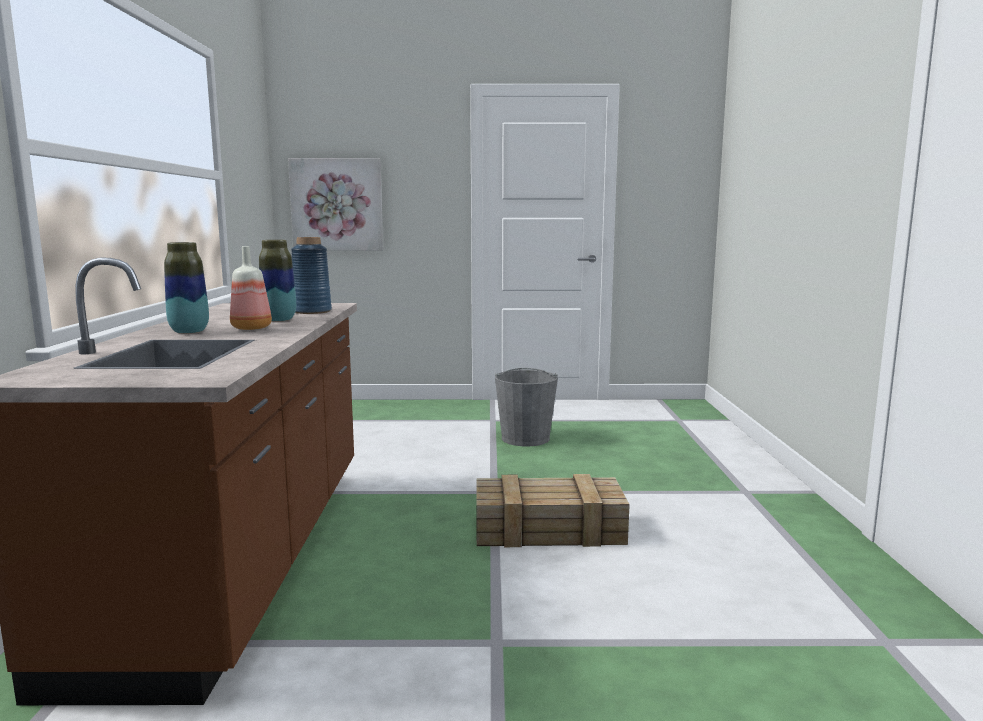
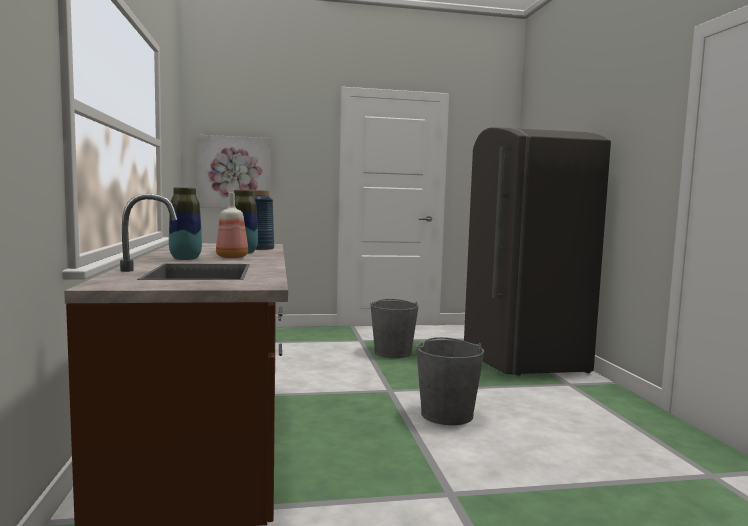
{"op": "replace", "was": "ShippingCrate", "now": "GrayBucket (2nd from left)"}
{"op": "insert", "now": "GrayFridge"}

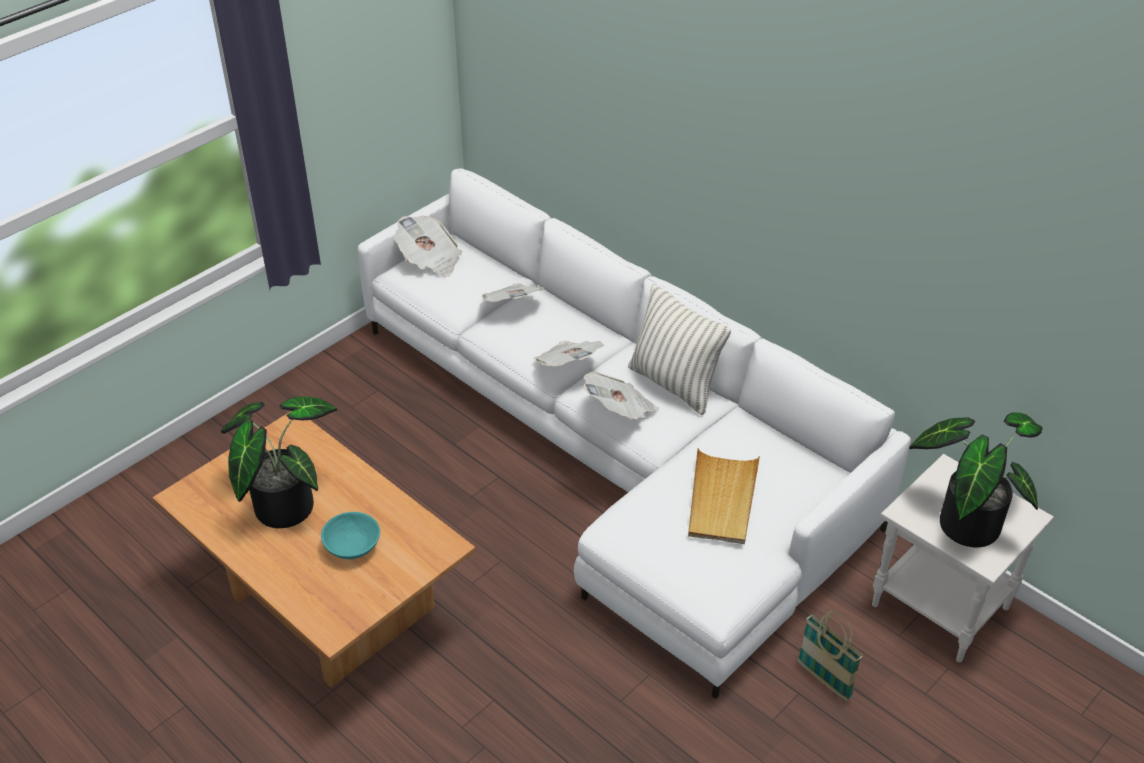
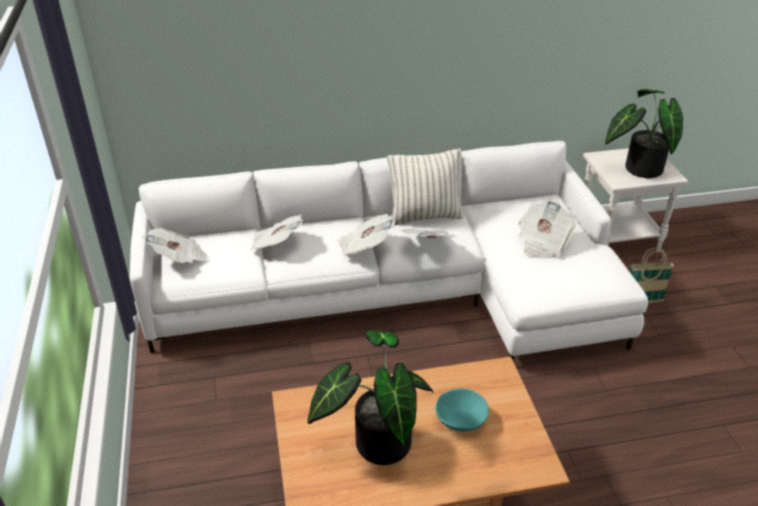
{"op": "replace", "was": "BeigeColouredCarryingTray", "now": "PrintedPaper (5th from left)"}

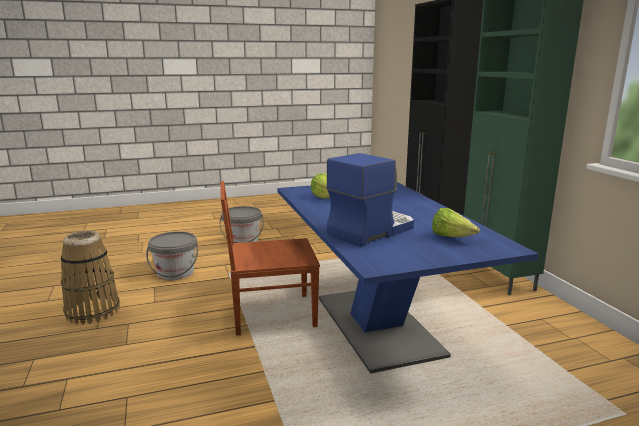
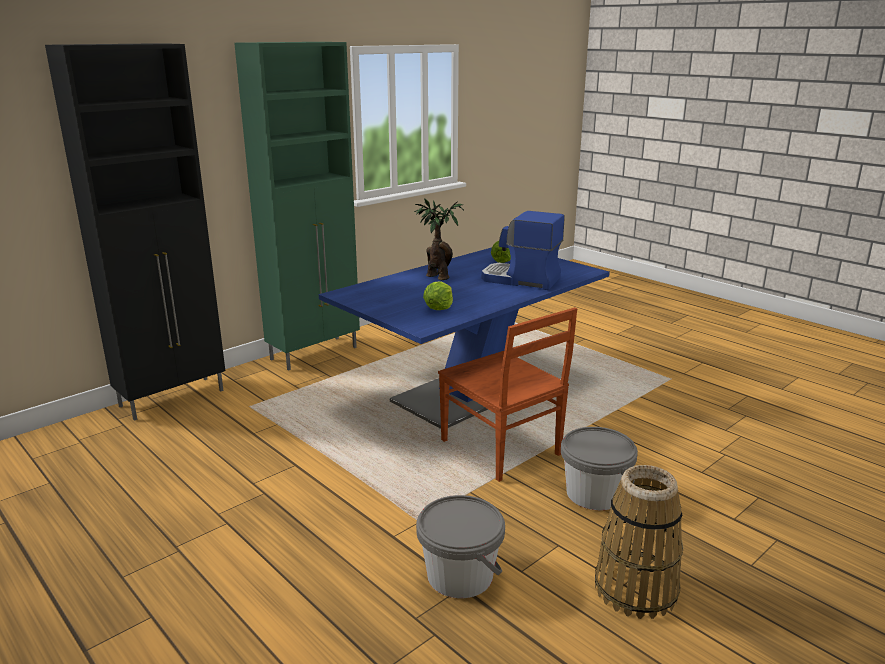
{"op": "insert", "now": "PottedPlant"}
{"op": "move", "was": "GrayBucket (2nd from left)"}

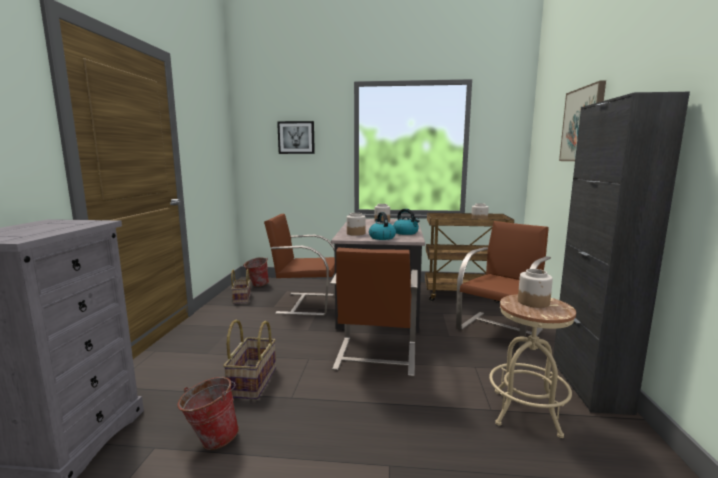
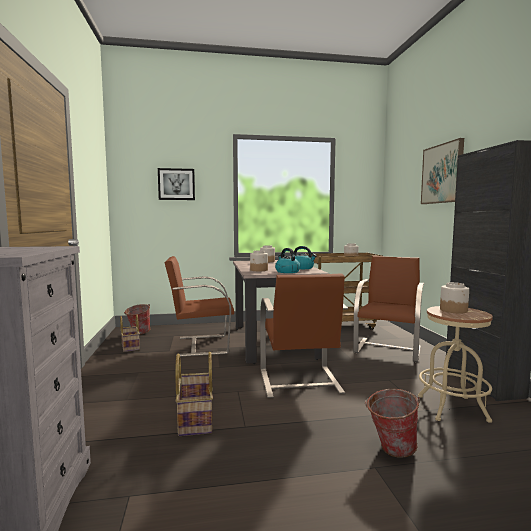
{"op": "move", "was": "Bucket (1st from left in the first image)", "now": "Bucket (2nd from left)"}

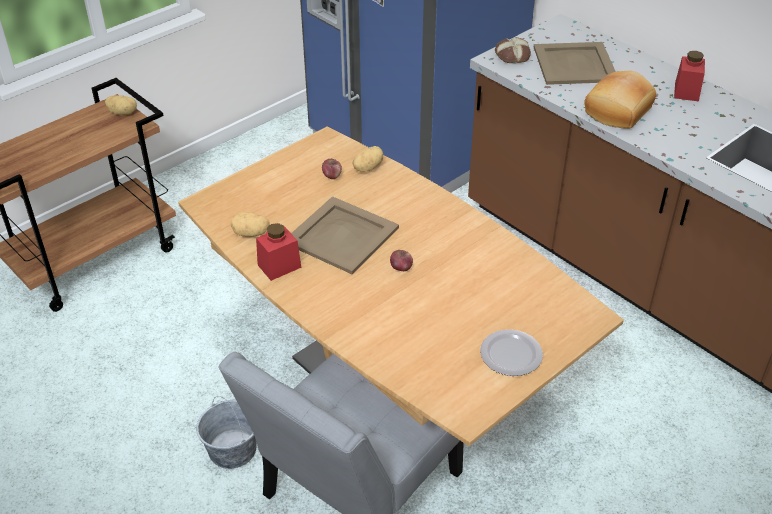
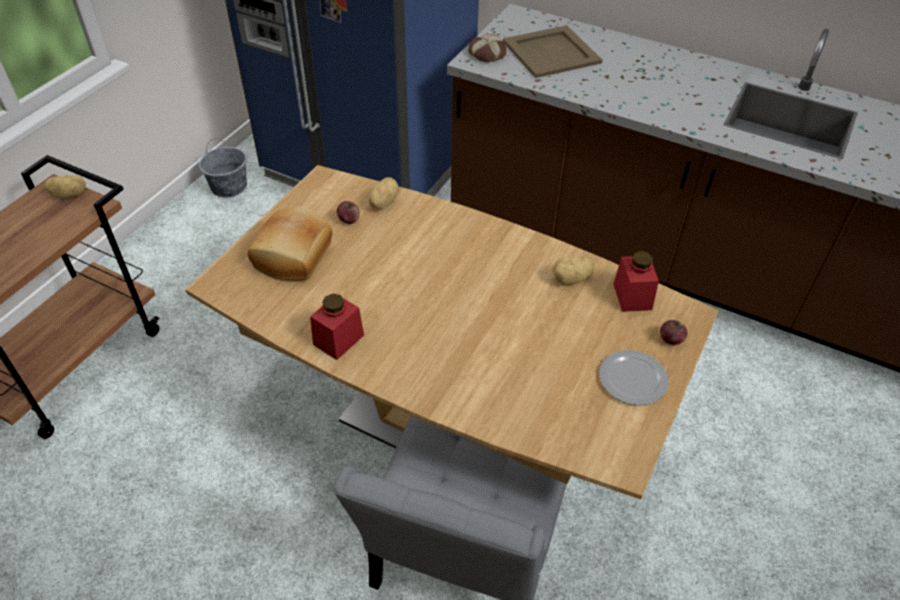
{"op": "move", "was": "GrayBucket"}
{"op": "move", "was": "Bread (2nd from left in the first image)", "now": "Bread (1st from left)"}
{"op": "move", "was": "WholePotato (2nd from left in the first image)", "now": "WholePotato (3rd from left)"}
{"op": "move", "was": "RedColouredStorageJar (2nd from left)"}
{"op": "move", "was": "WholeApple (2nd from left)"}
{"op": "delete", "was": "BeigeColouredCarryingTray (1st from left)"}

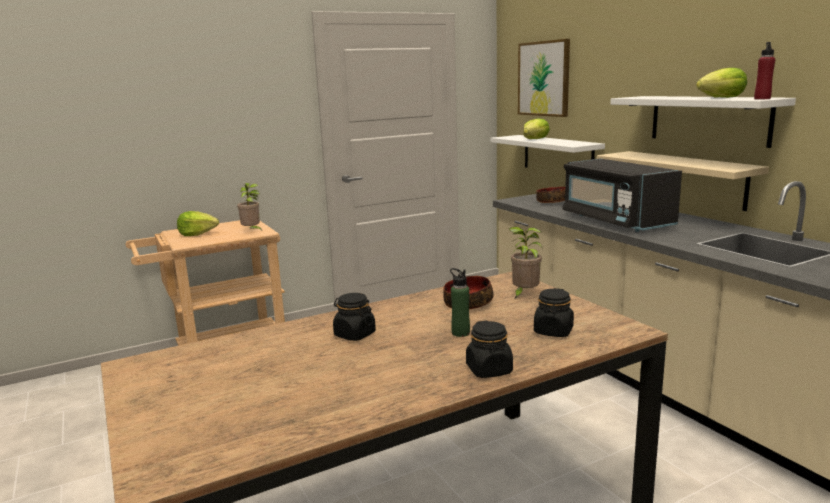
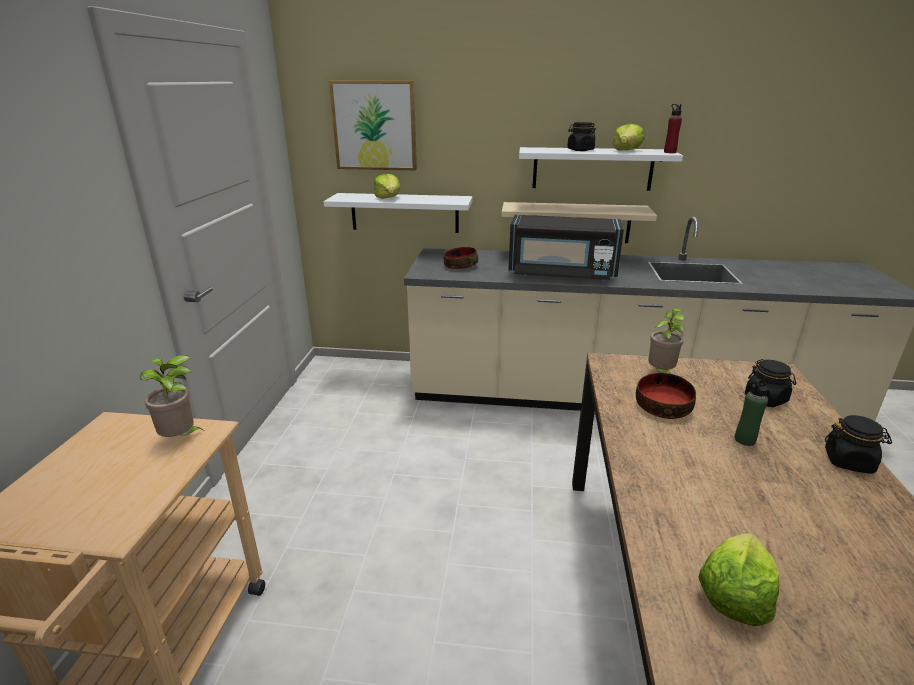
{"op": "move", "was": "BlackStorageJar (1st from left)"}
{"op": "move", "was": "HeadOfLettuce (1st from left in the first image)", "now": "HeadOfLettuce (3rd from left)"}

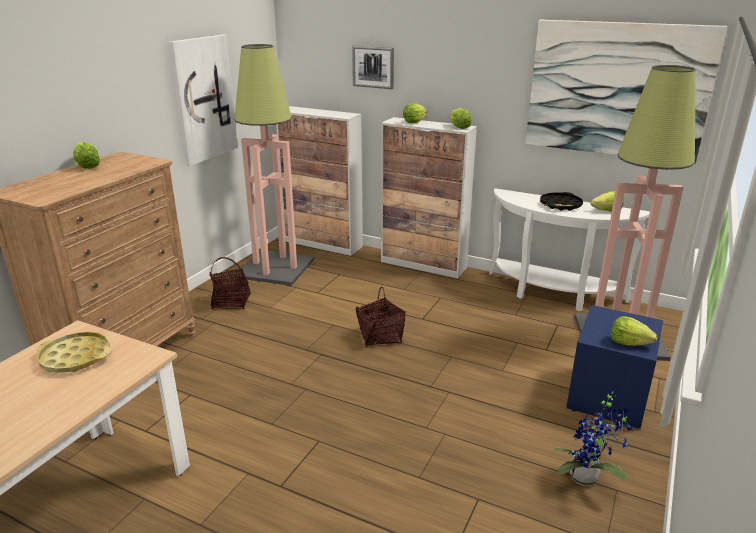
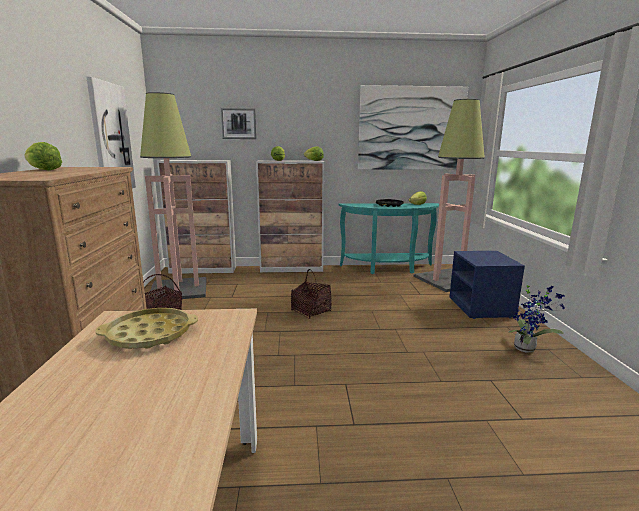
{"op": "recolor", "was": "WhiteNarrowTable", "now": "BlueGreenNarrowTable"}
{"op": "delete", "was": "HeadOfLettuce (5th from left)"}

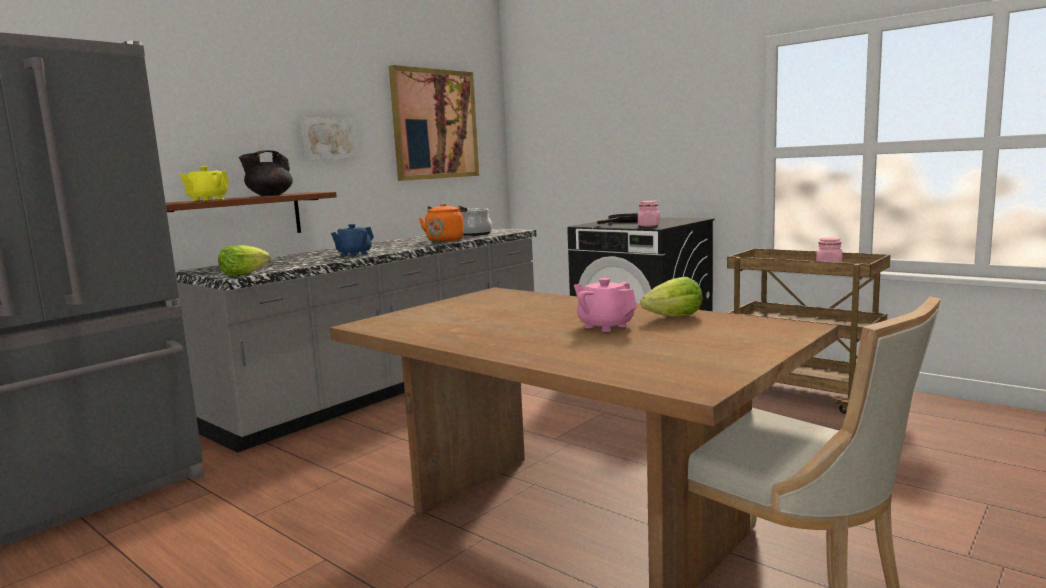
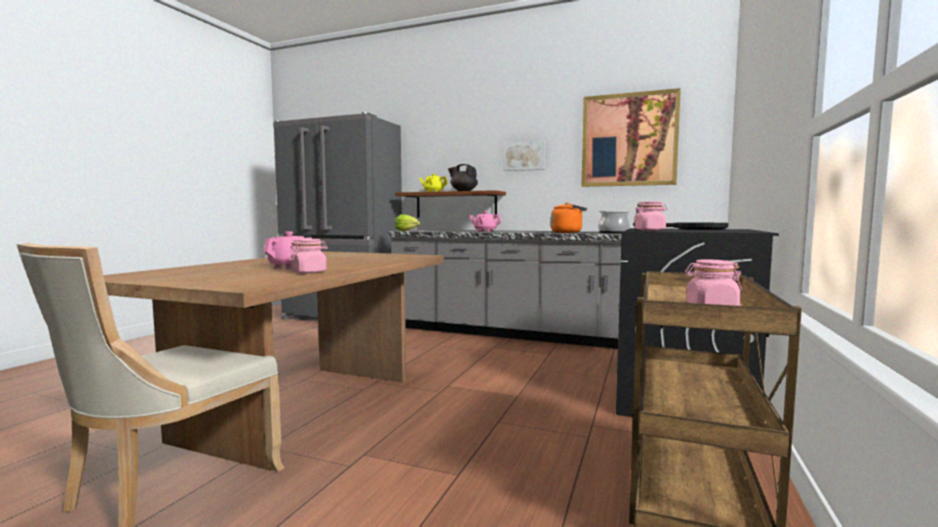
{"op": "replace", "was": "HeadOfLettuce (2nd from left)", "now": "PinkColouredStorageJar (1st from left)"}
{"op": "recolor", "was": "BluePotForTea", "now": "PinkColouredPotForTea (2nd from left)"}

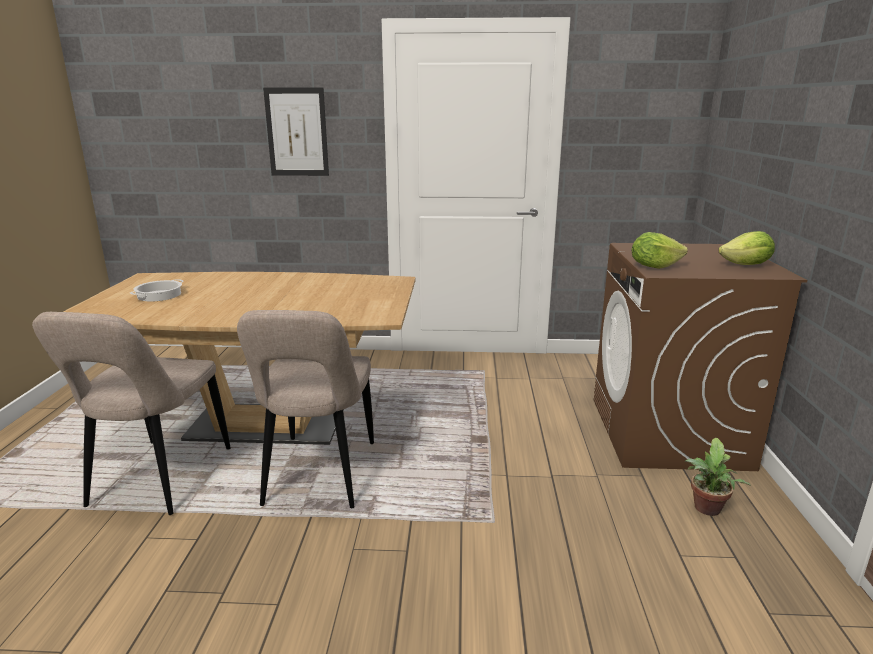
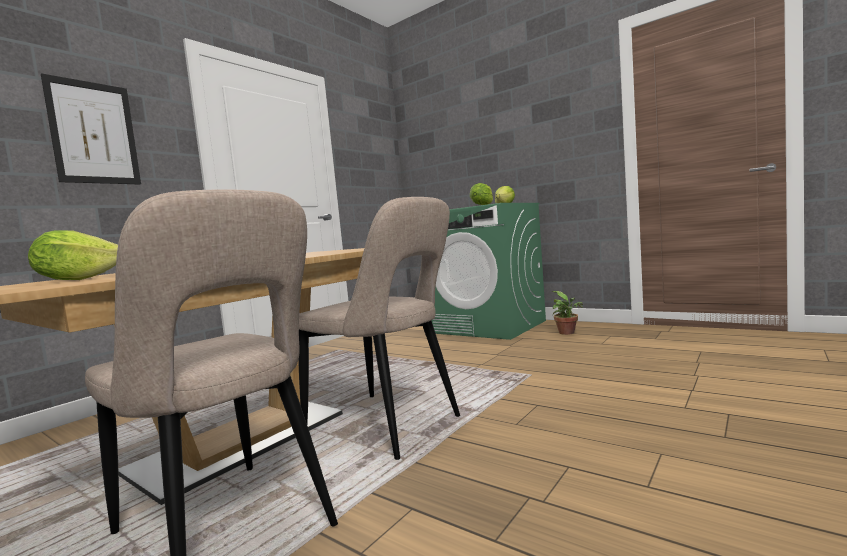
{"op": "replace", "was": "CookingPot", "now": "HeadOfLettuce (1st from left)"}
{"op": "recolor", "was": "BrownishWashingMachine", "now": "GreenColouredWashingMachine"}

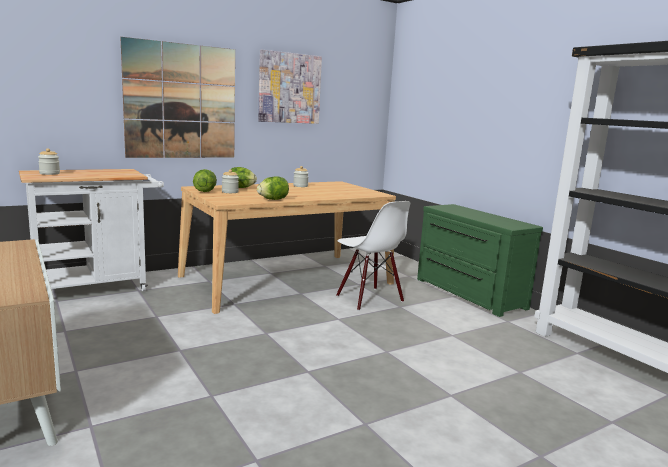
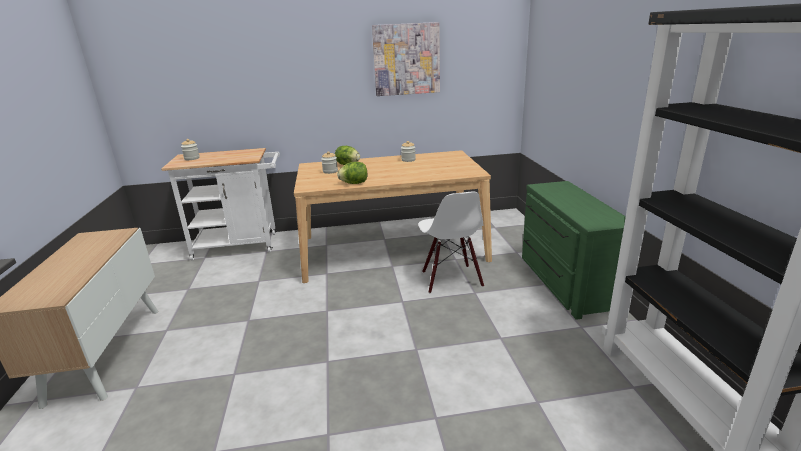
{"op": "delete", "was": "WallPicture (1st from left)"}
{"op": "delete", "was": "HeadOfLettuce (1st from left)"}

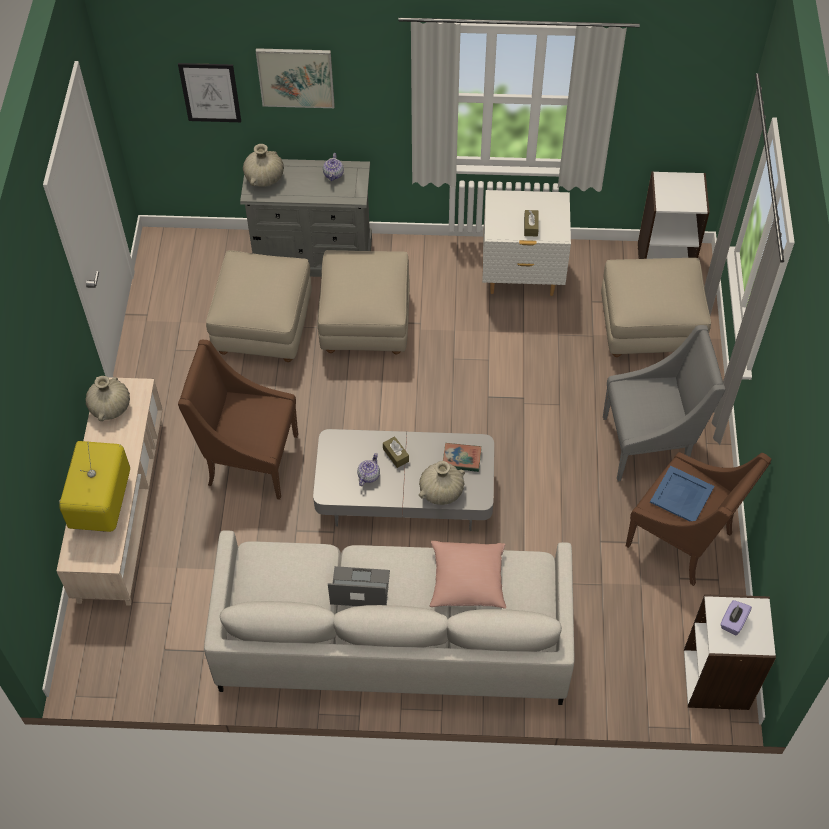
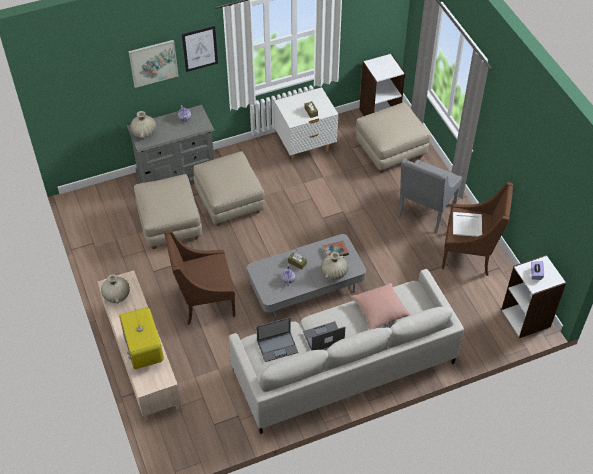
{"op": "move", "was": "WallPicture (1st from left in the first image)", "now": "WallPicture (2nd from left)"}
{"op": "insert", "now": "NotebookComputer (1st from left)"}
{"op": "rotate", "was": "GrayLoungeChair", "clockwise": 150}
{"op": "recolor", "was": "BlueCarryingTray", "now": "WhiteCarryingTray"}

